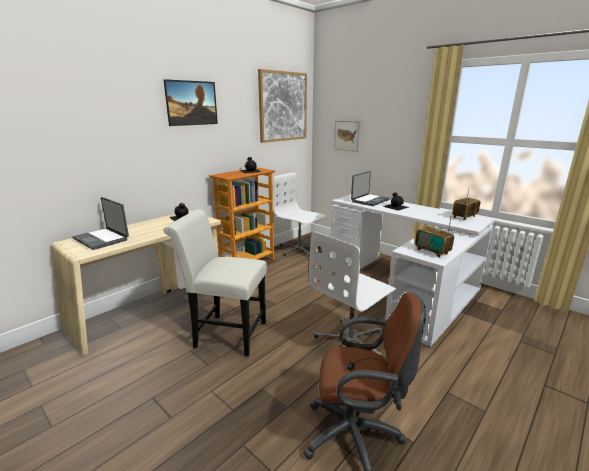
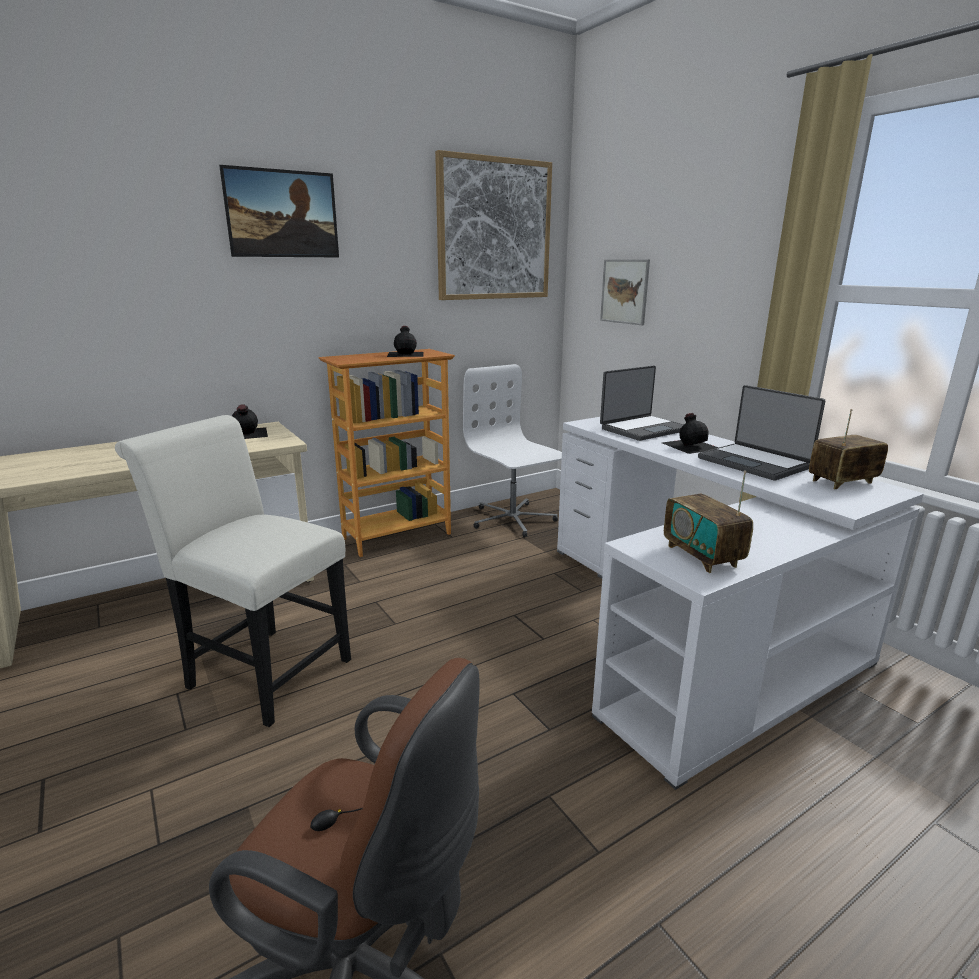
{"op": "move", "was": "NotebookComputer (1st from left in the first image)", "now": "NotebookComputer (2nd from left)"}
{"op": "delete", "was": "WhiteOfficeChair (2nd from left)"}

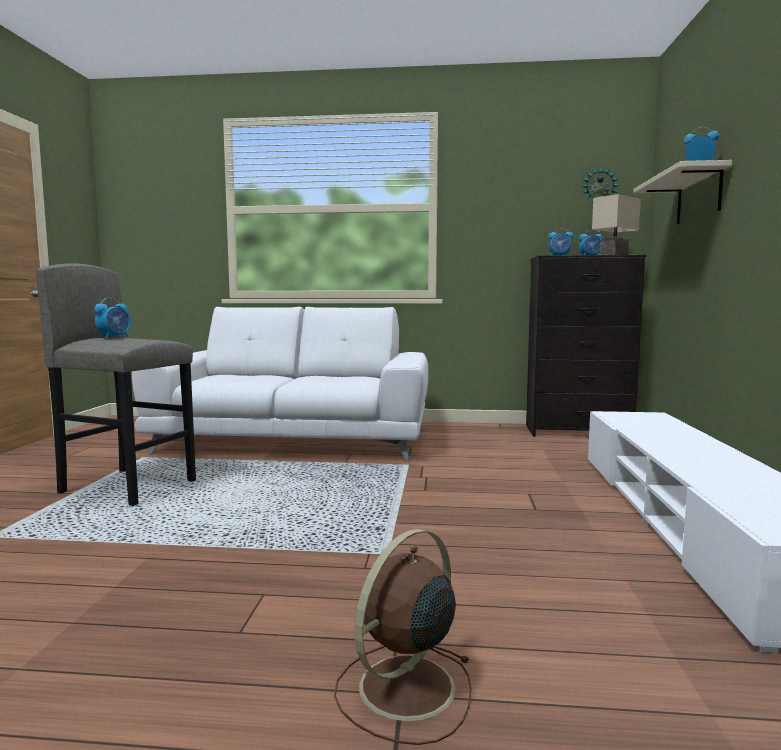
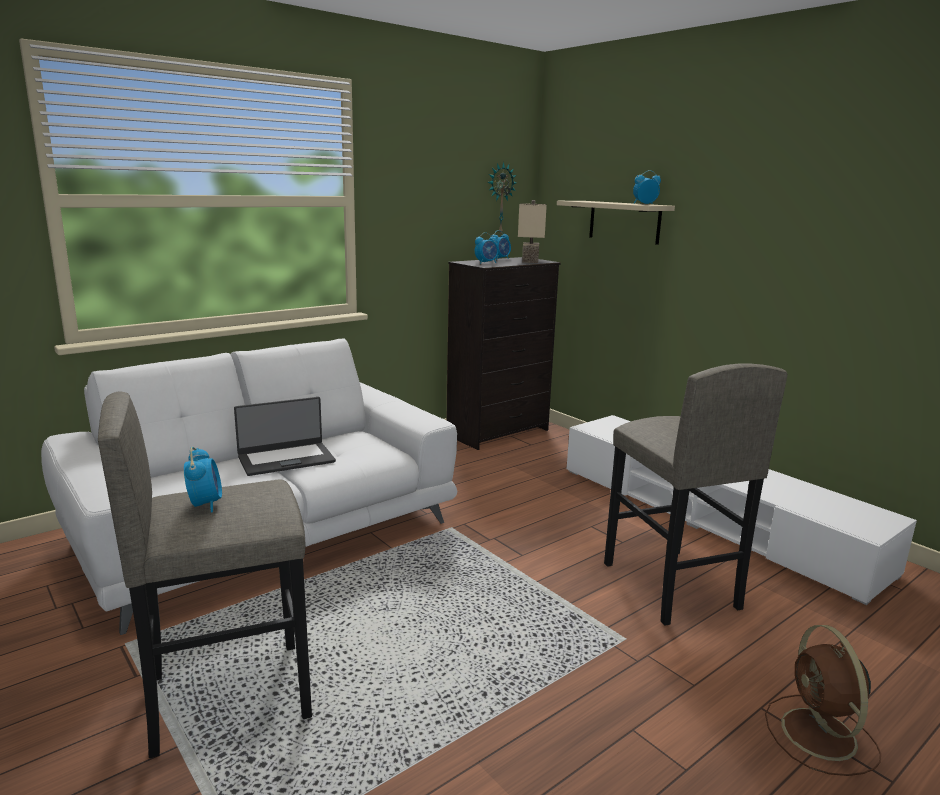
{"op": "insert", "now": "NotebookComputer"}
{"op": "insert", "now": "GraySittingStool (2nd from left)"}

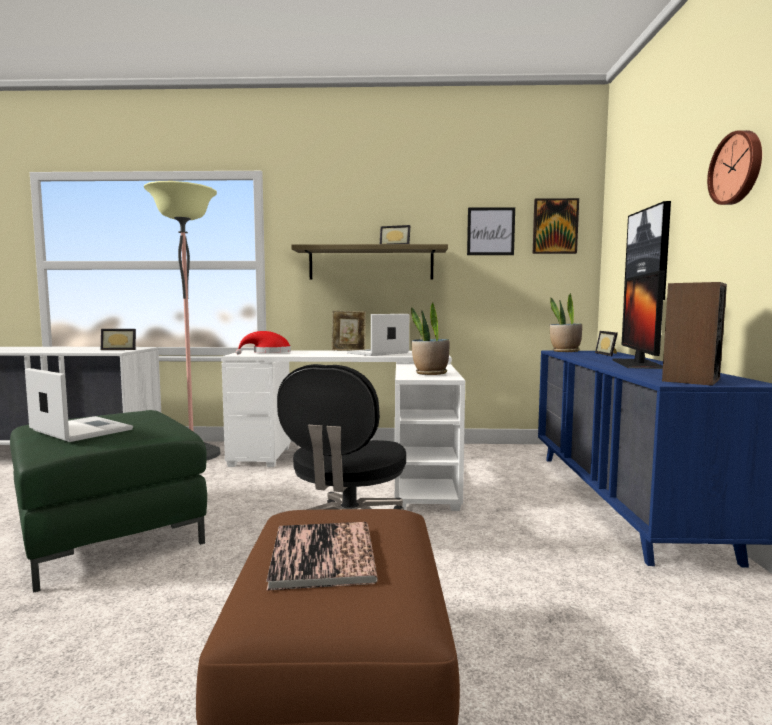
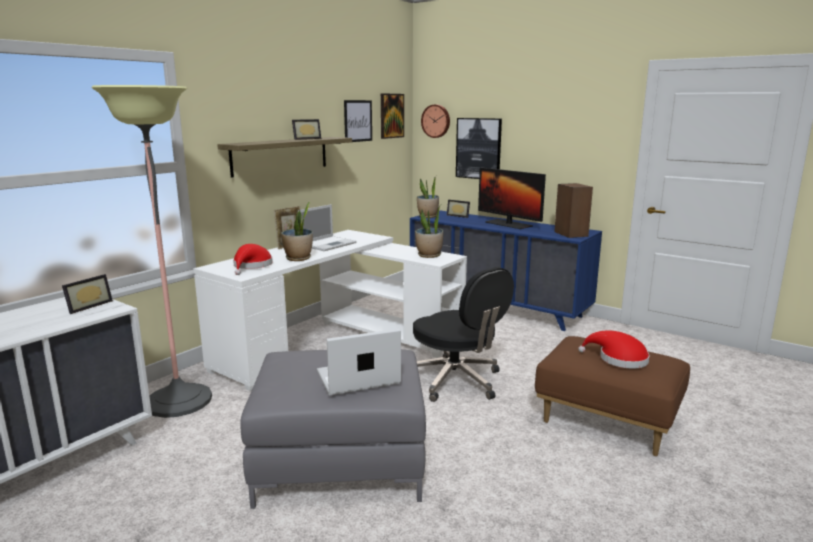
{"op": "recolor", "was": "GreenColouredOttoman", "now": "GrayOttoman"}
{"op": "insert", "now": "PottedPlant (1st from left)"}
{"op": "rotate", "was": "NotebookComputer (2nd from left in the first image)", "clockwise": -135}
{"op": "move", "was": "WallClock"}
{"op": "replace", "was": "BoundBook", "now": "RedColouredWearableHat (2nd from left)"}

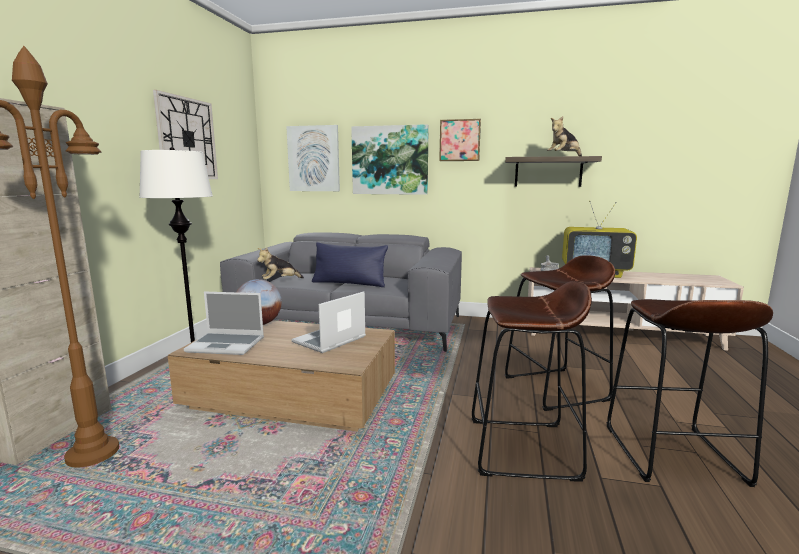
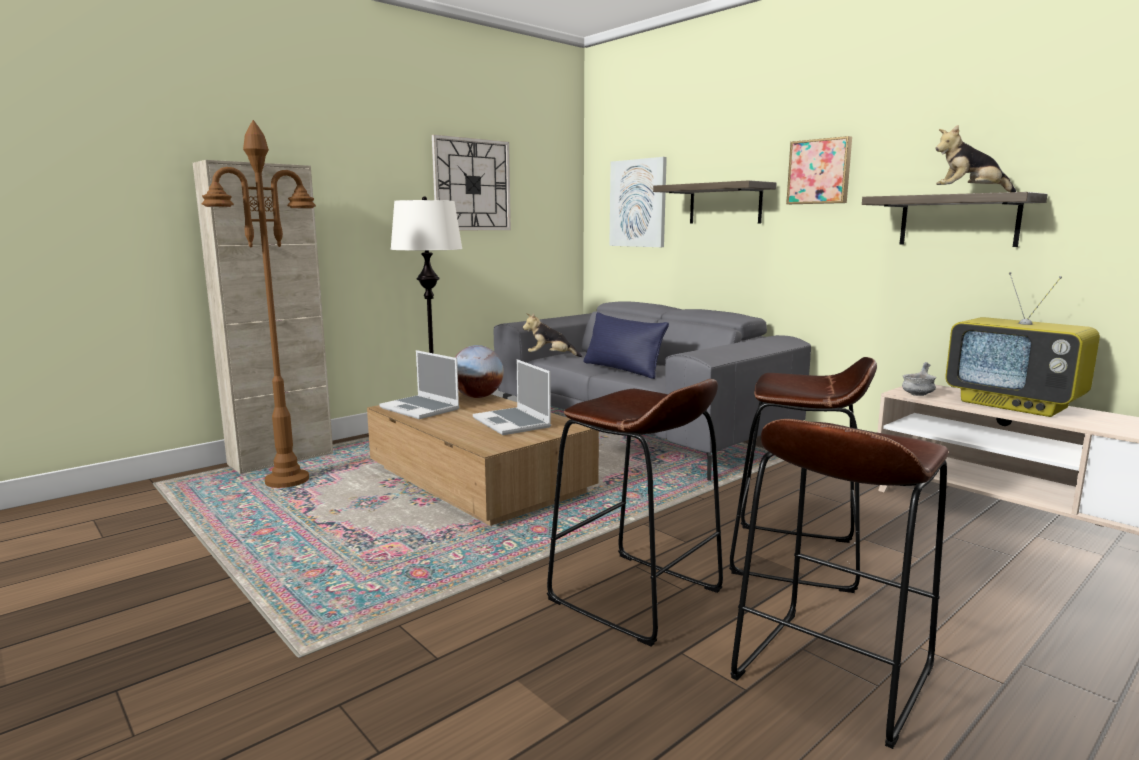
{"op": "rotate", "was": "NotebookComputer (2nd from left)", "clockwise": -105}
{"op": "replace", "was": "WallPicture (2nd from left)", "now": "Shelf (1st from left)"}

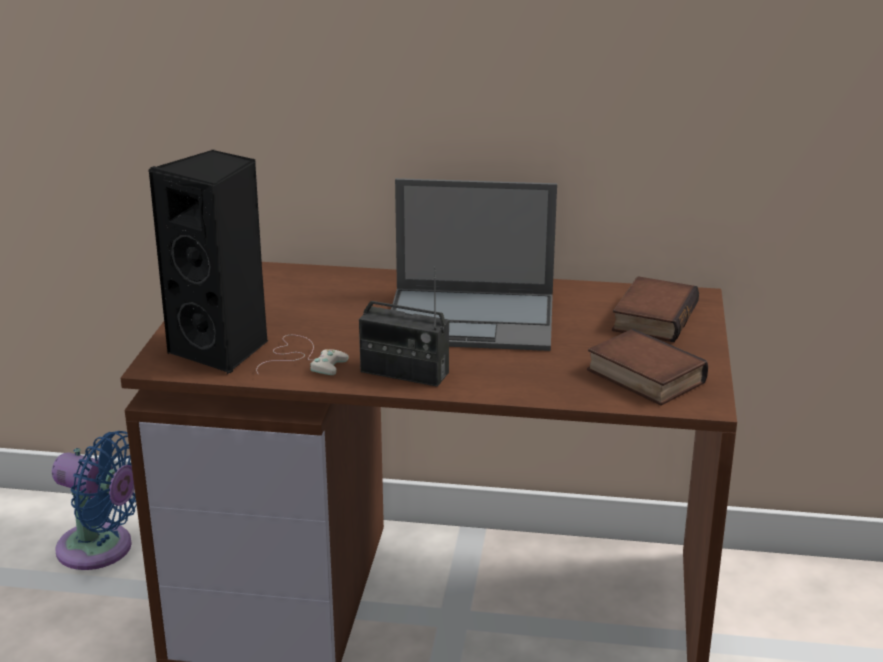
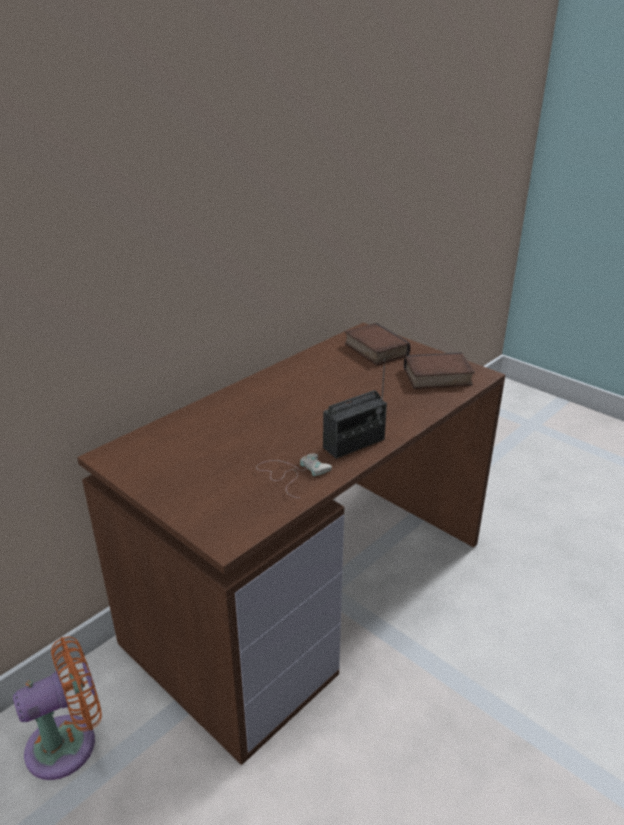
{"op": "recolor", "was": "BlueFan", "now": "OrangeFan"}
{"op": "delete", "was": "BlackSpeaker"}
{"op": "delete", "was": "NotebookComputer"}

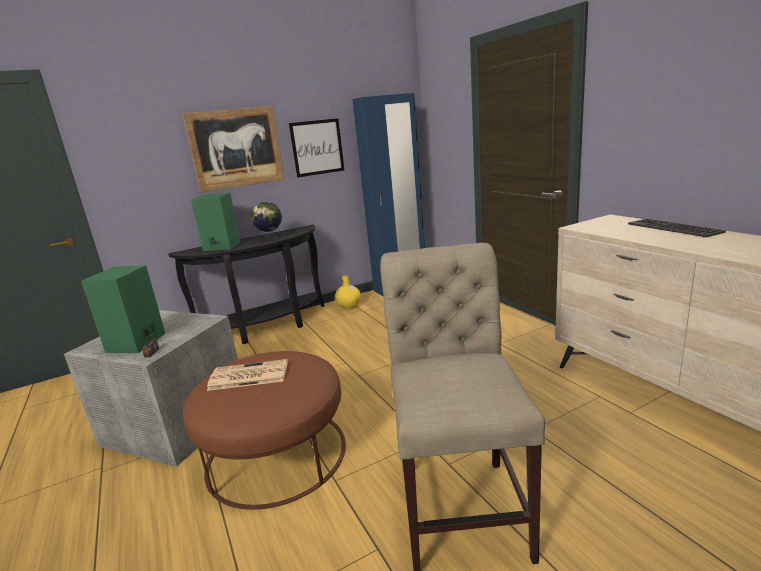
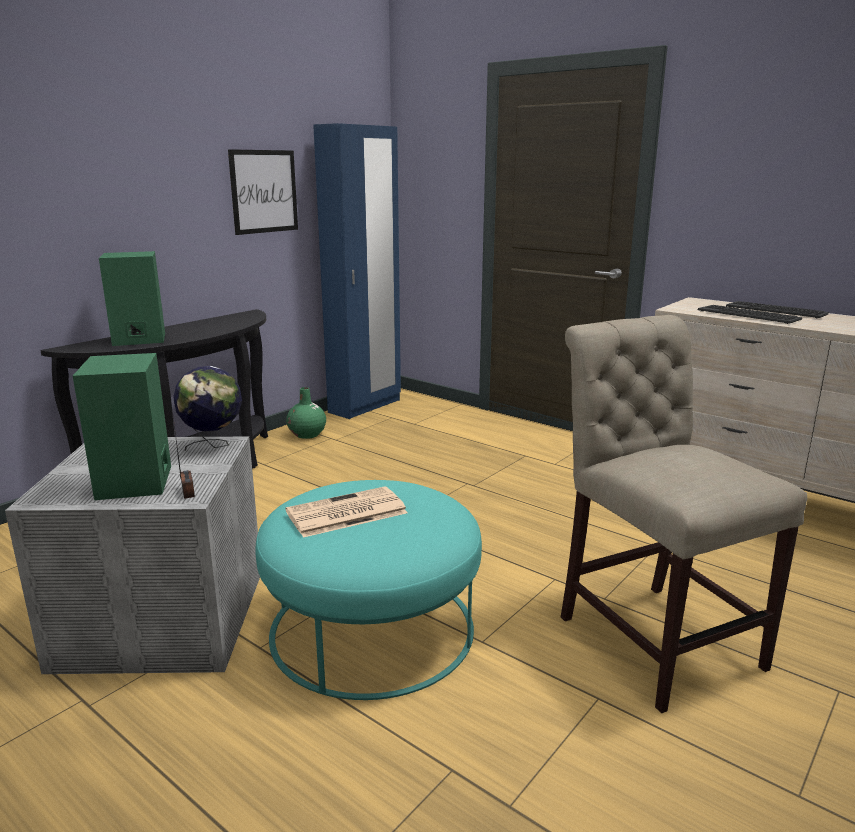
{"op": "move", "was": "Globe"}
{"op": "recolor", "was": "BrownishOttoman", "now": "BlueGreenOttoman"}
{"op": "recolor", "was": "YellowDecorativeVase", "now": "GreenColouredDecorativeVase"}
{"op": "insert", "now": "PcKeyboard (1st from left)"}
{"op": "delete", "was": "WallPicture (1st from left)"}

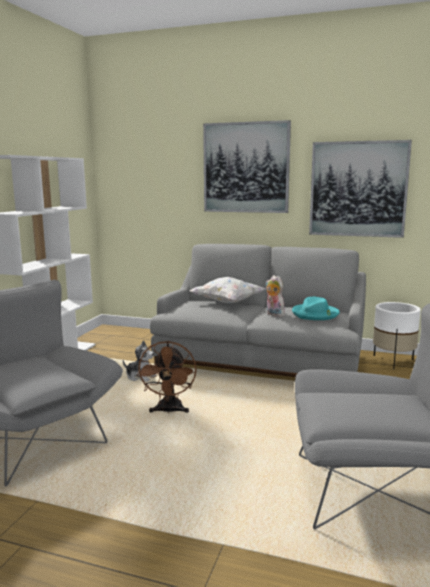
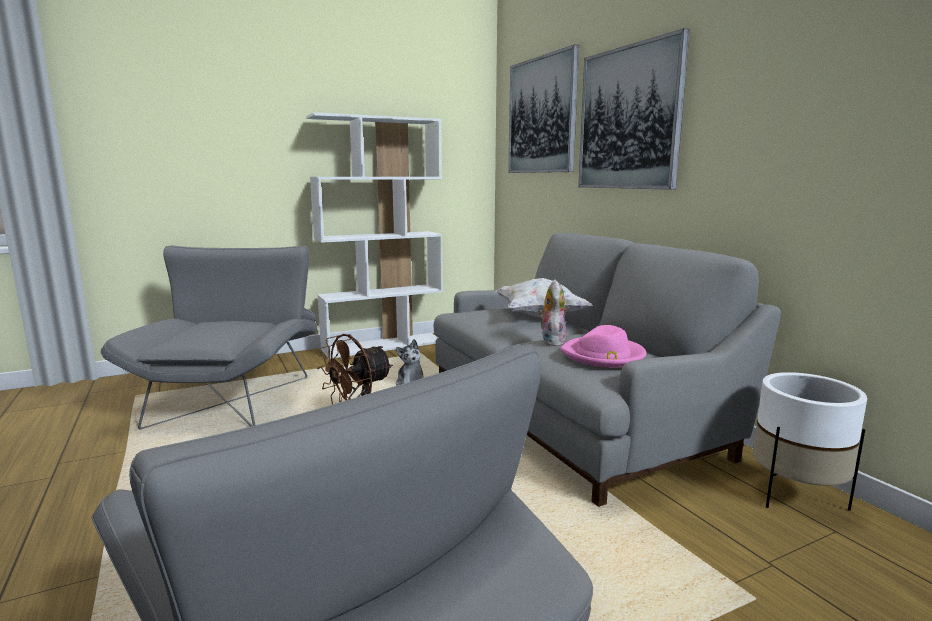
{"op": "move", "was": "WallPicture (2nd from left in the first image)", "now": "WallPicture (1st from left)"}
{"op": "recolor", "was": "BlueGreenWearableHat", "now": "PinkColouredWearableHat"}

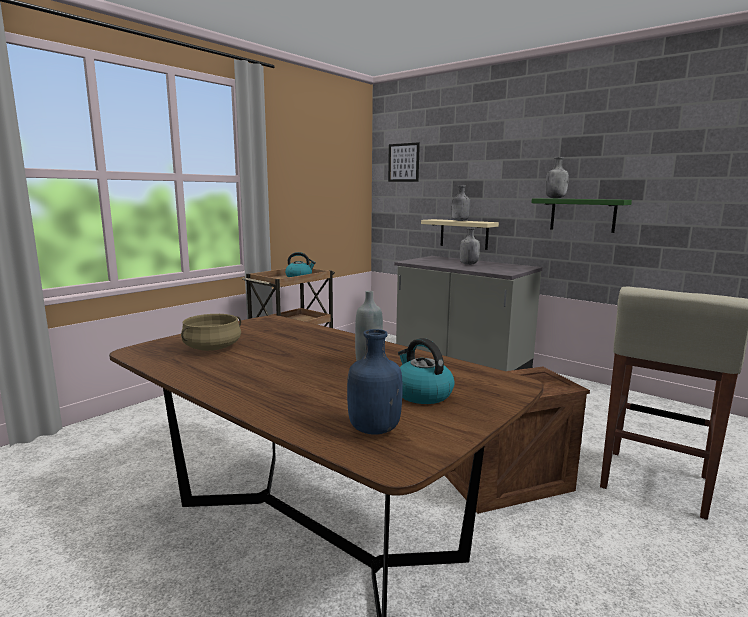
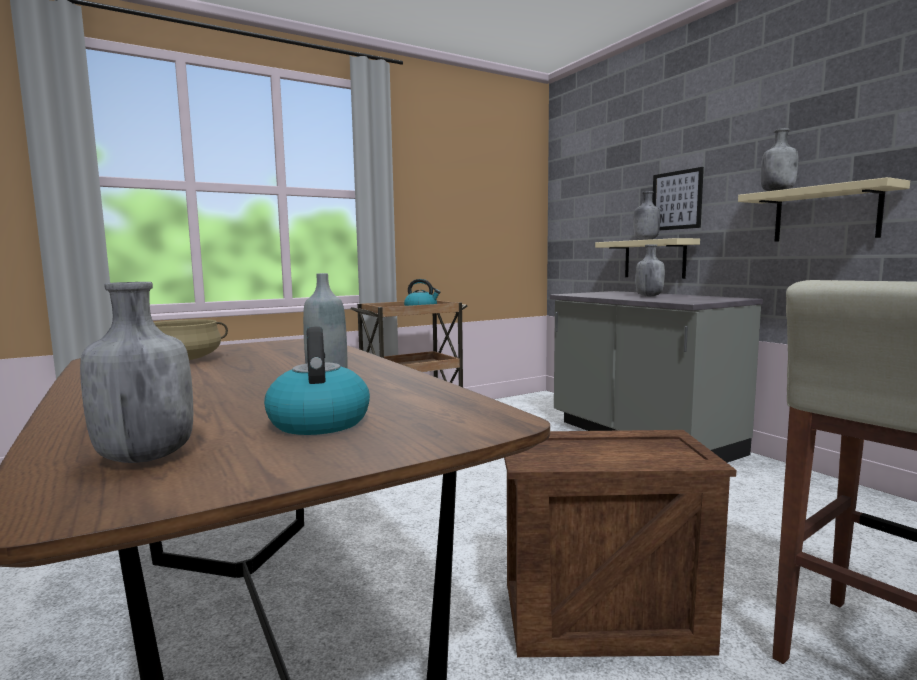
{"op": "recolor", "was": "BlueDrinkBottle", "now": "GrayDrinkBottle (1st from left)"}
{"op": "move", "was": "WallPicture"}
{"op": "recolor", "was": "GreenColouredShelf", "now": "BeigeColouredShelf (2nd from left)"}

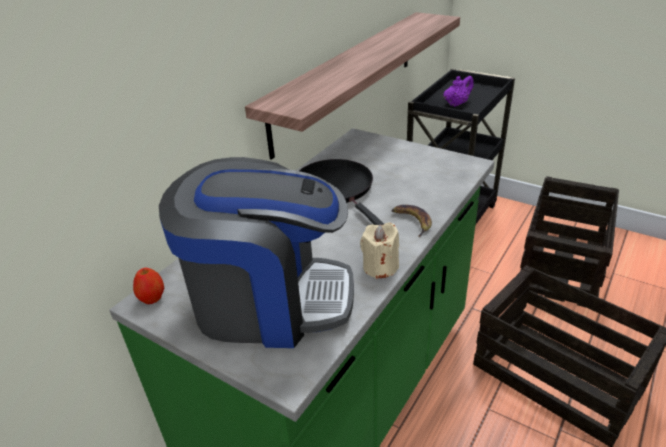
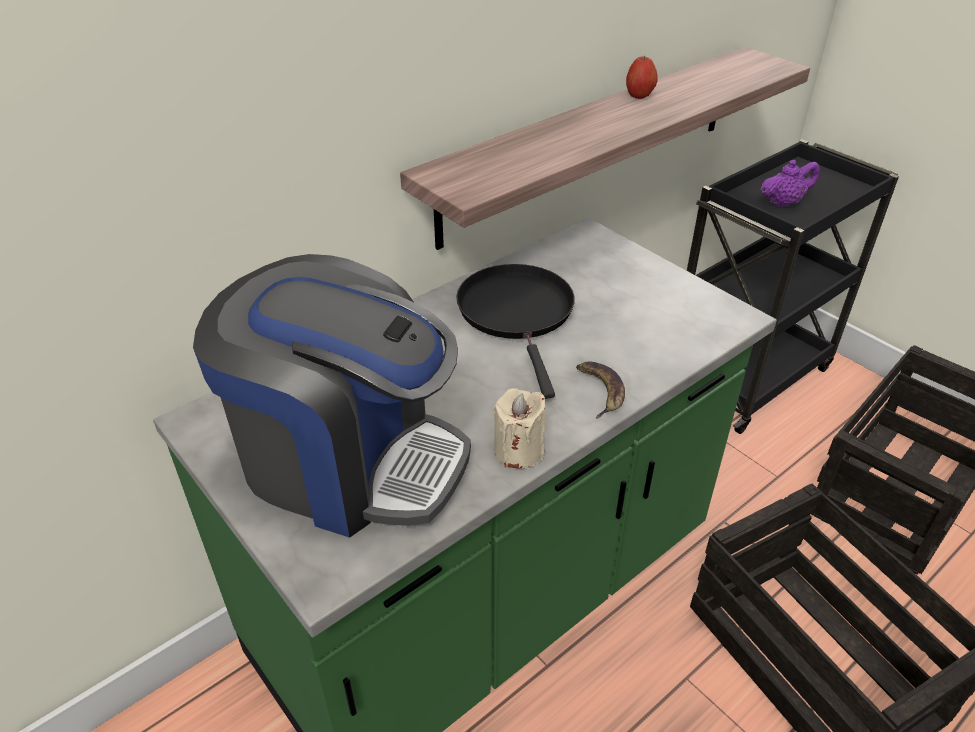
{"op": "move", "was": "WholeApple"}

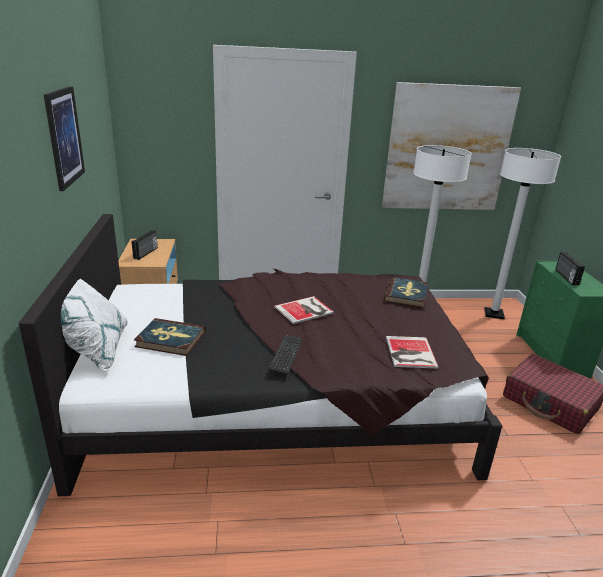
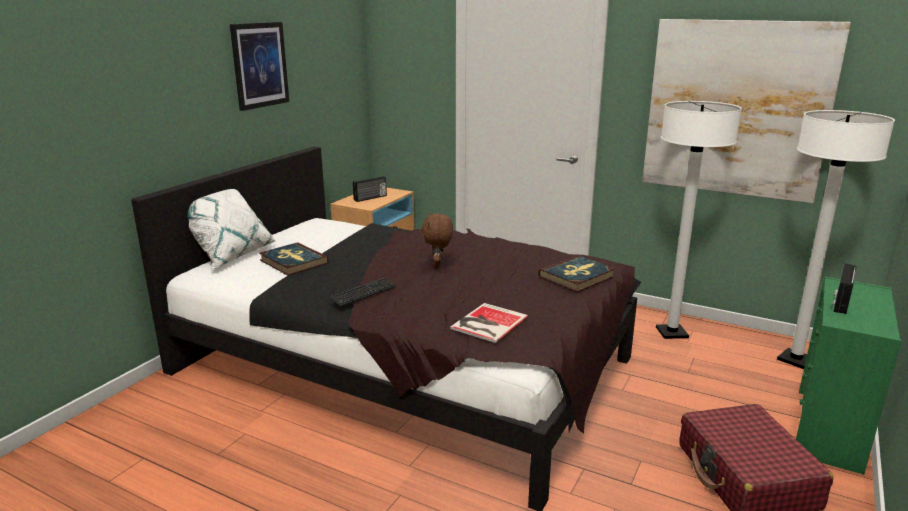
{"op": "replace", "was": "BoundBook (2nd from left)", "now": "BrownishSoftToy"}

